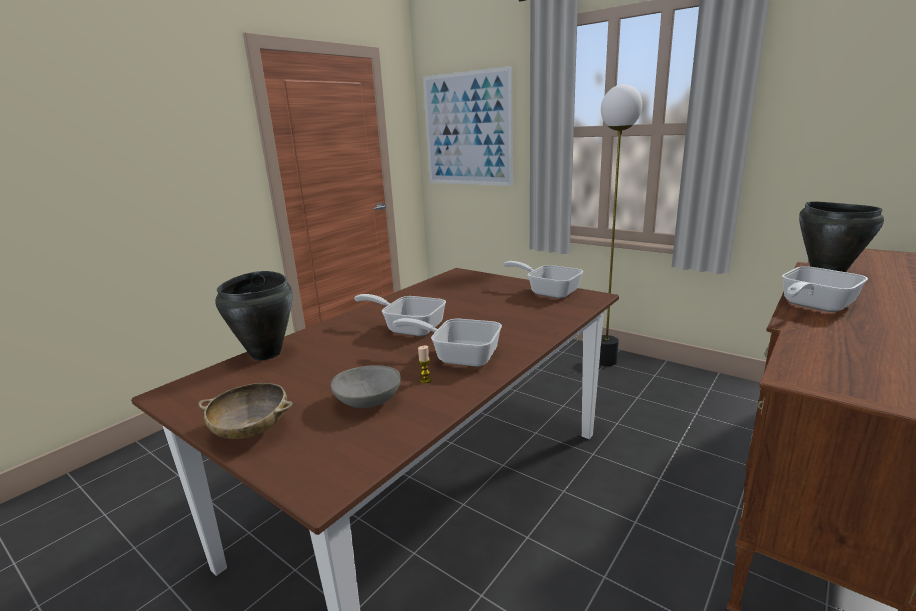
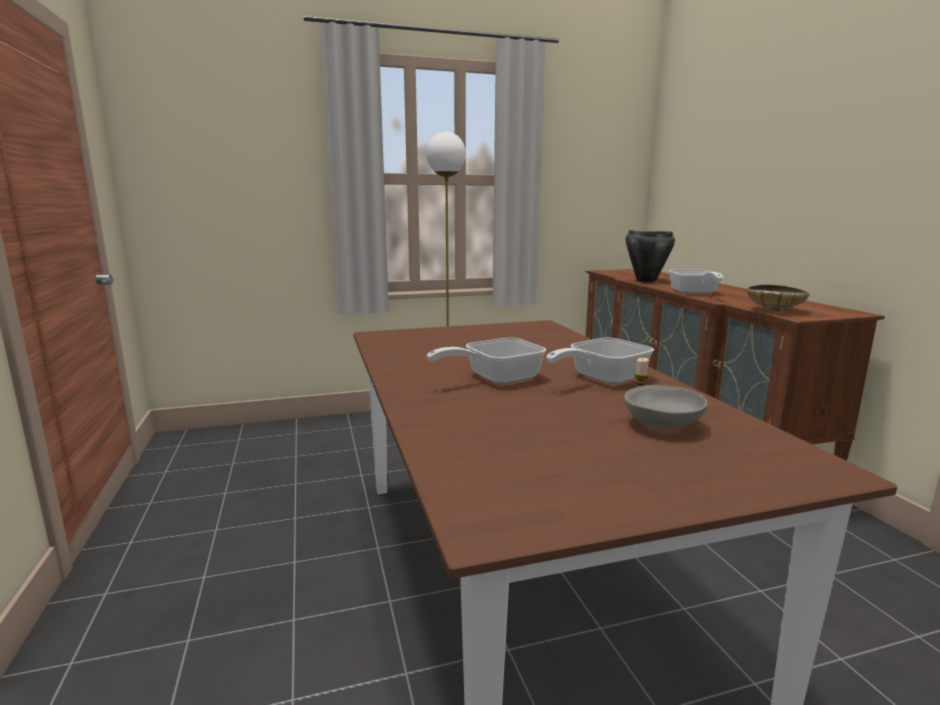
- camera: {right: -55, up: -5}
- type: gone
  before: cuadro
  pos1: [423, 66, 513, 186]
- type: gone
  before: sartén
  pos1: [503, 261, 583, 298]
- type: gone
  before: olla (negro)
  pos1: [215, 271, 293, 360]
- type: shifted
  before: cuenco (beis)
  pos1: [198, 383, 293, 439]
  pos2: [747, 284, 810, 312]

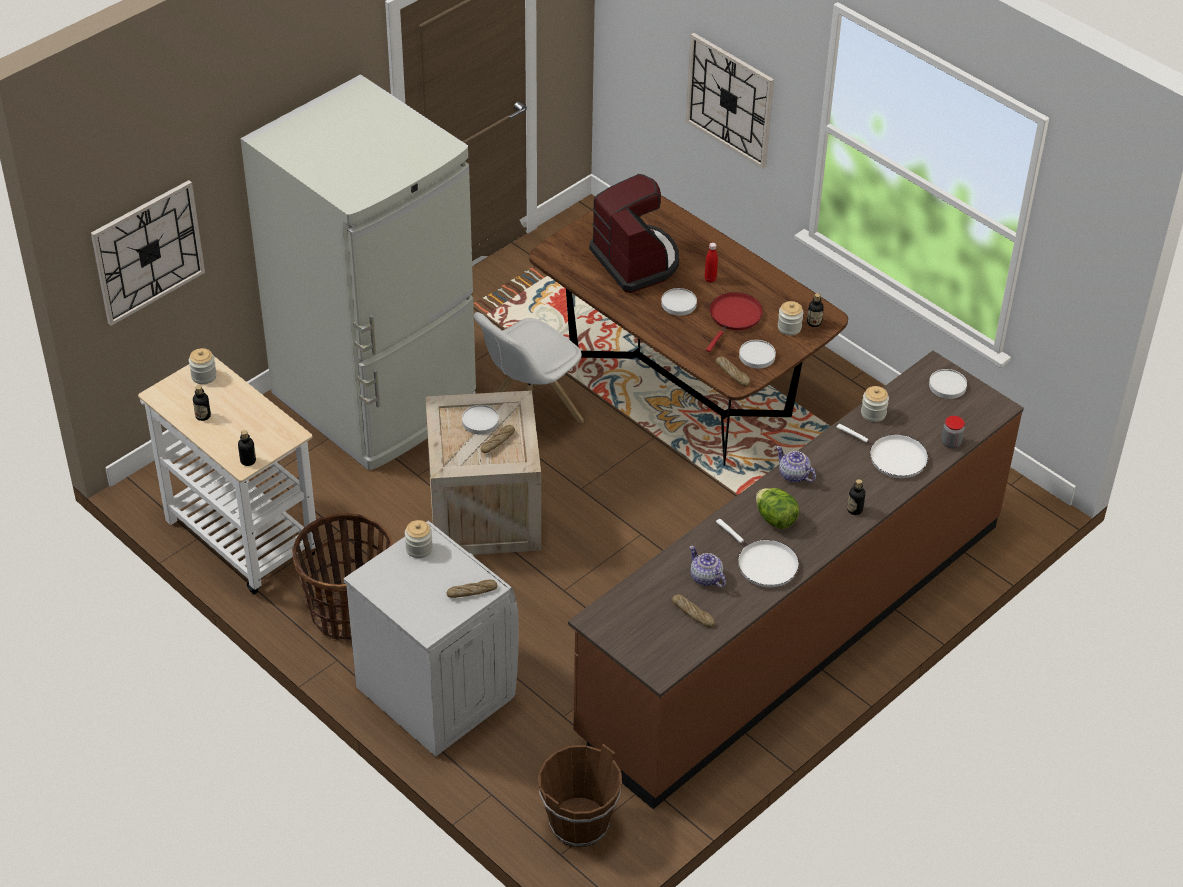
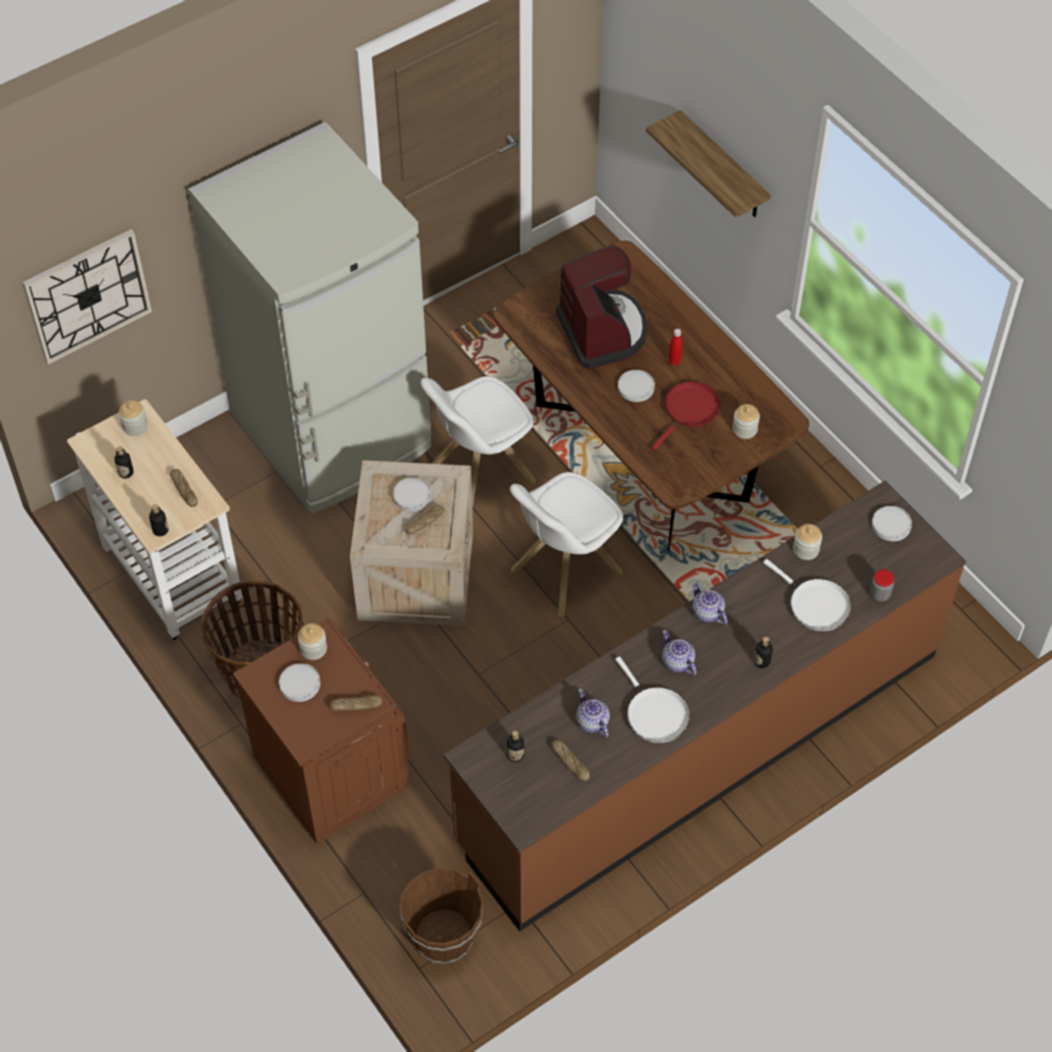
- camera: {right: 10, up: 10}
- type: swapped
  before: reloj de pared
  after: estante
  pos1: [686, 33, 774, 169]
  pos2: [646, 110, 771, 218]
- type: shifted
  before: botella
  pos1: [807, 293, 824, 327]
  pos2: [507, 731, 524, 762]
- type: shifted
  before: plato (blanco)
  pos1: [739, 340, 776, 369]
  pos2: [279, 663, 320, 702]
- type: shifted
  before: pan
  pos1: [716, 356, 750, 386]
  pos2: [170, 469, 198, 507]
- type: swapped
  before: lechuga
  after: tetera
  pos1: [756, 488, 799, 529]
  pos2: [662, 630, 697, 676]
- type: repainted
  before: lavadora (blanco)
  after: lavadora (marrón)
  pos1: [344, 521, 518, 757]
  pos2: [233, 618, 408, 844]
- type: new
  after: silla (blanco)
  pos2: [510, 472, 623, 617]

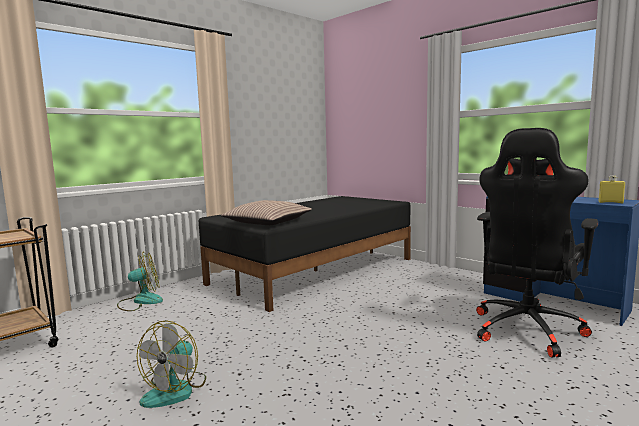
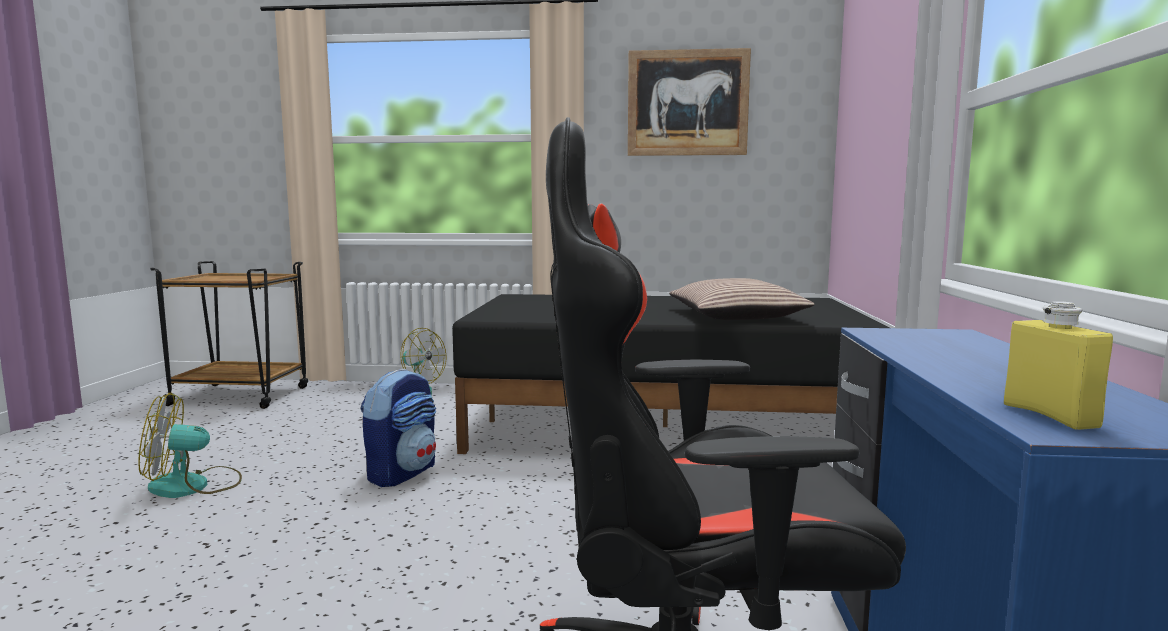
- camera: {right: 50, up: 0}
- type: shifted
  before: cojín
  pos1: [221, 200, 312, 225]
  pos2: [669, 278, 814, 320]
- type: new
  after: cuadro
  pos2: [628, 48, 751, 156]
- type: new
  after: mochila
  pos2: [361, 369, 436, 487]

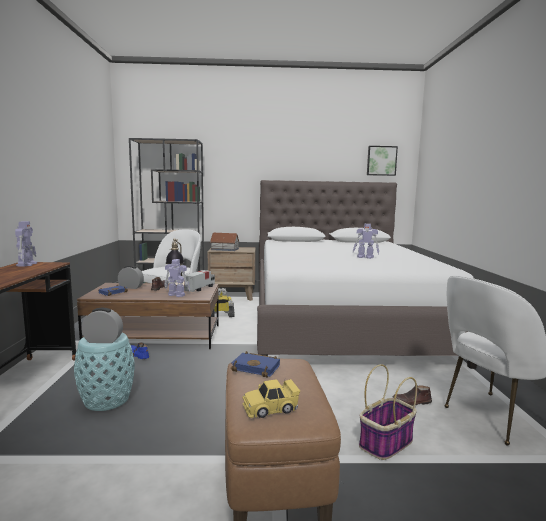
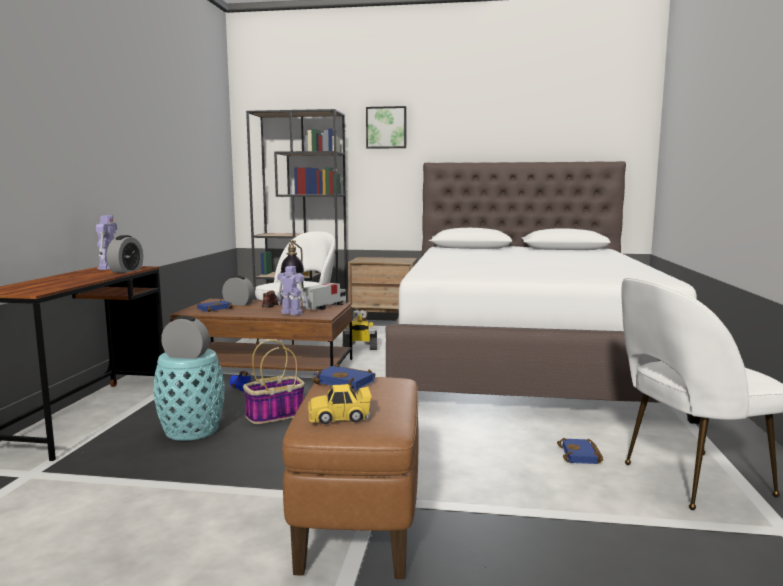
- camera: {right: 10, up: 0}
- type: shifted
  before: cuadro
  pos1: [367, 146, 398, 176]
  pos2: [366, 106, 407, 149]
- type: gone
  before: robot de juguete
  pos1: [352, 224, 379, 259]
- type: gone
  before: casita
  pos1: [210, 233, 239, 251]
- type: shifted
  before: cesta
  pos1: [359, 364, 417, 460]
  pos2: [243, 340, 305, 424]
- type: swapped
  before: zapato (marrón)
  after: libro (azul)
  pos1: [392, 385, 432, 406]
  pos2: [557, 438, 603, 464]
- type: new
  after: despertador
  pos2: [107, 235, 143, 273]

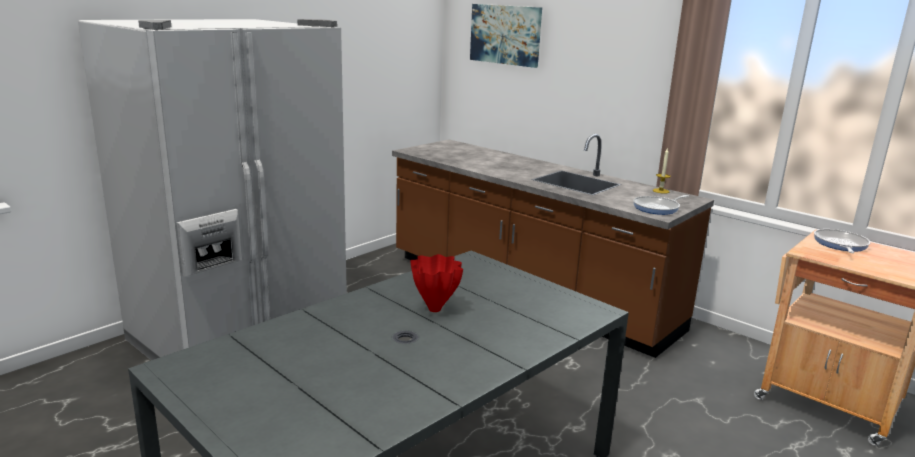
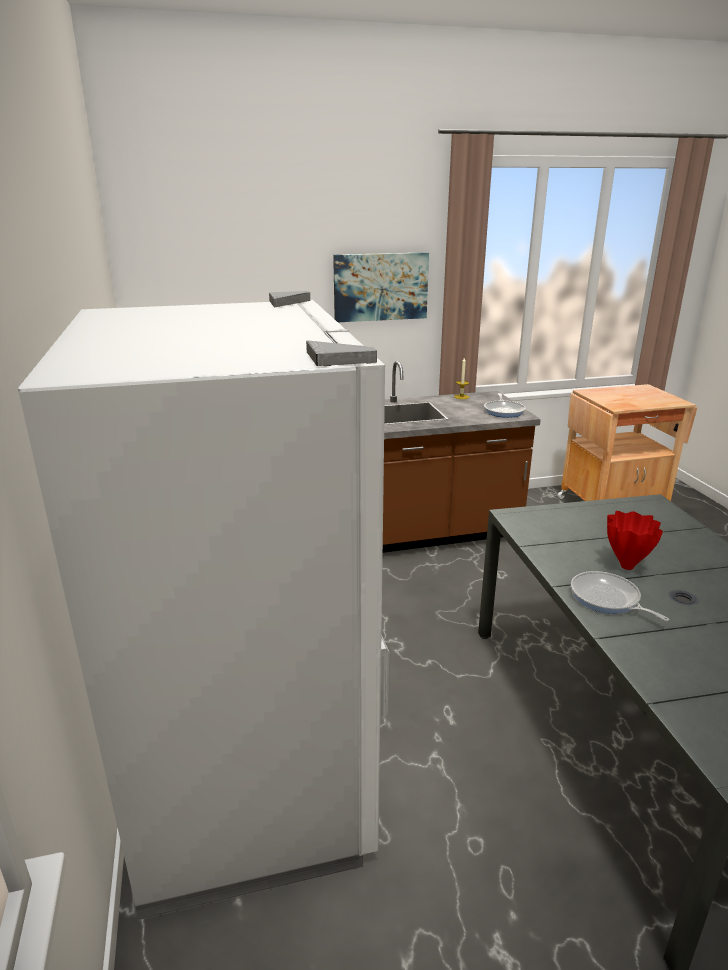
- camera: {right: -55, up: 5}
- type: shifted
  before: cuadro
  pos1: [470, 4, 542, 68]
  pos2: [333, 252, 429, 322]
- type: shifted
  before: sartén
  pos1: [814, 229, 870, 253]
  pos2: [571, 571, 669, 621]

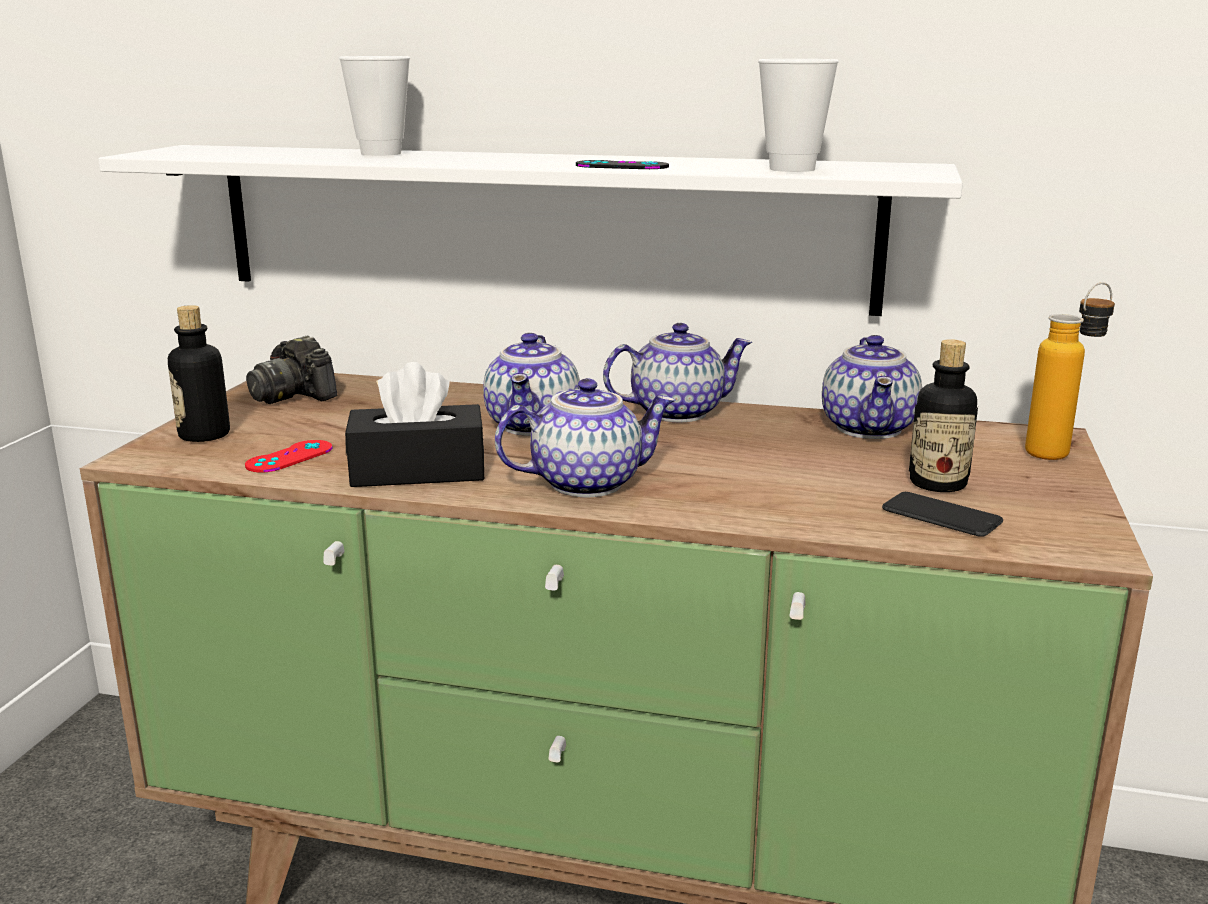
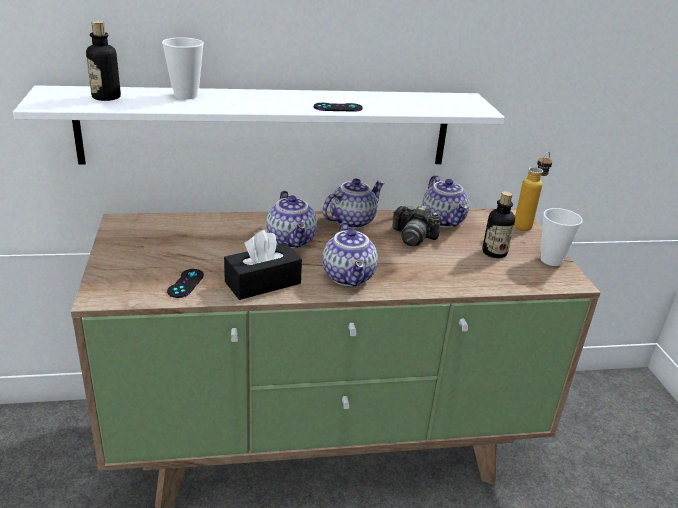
- camera: {right: -25, up: 10}
- type: shifted
  before: taza
  pos1: [758, 59, 839, 172]
  pos2: [540, 208, 583, 266]
- type: shifted
  before: botella
  pos1: [168, 305, 230, 442]
  pos2: [86, 21, 121, 101]
- type: shifted
  before: cámara
  pos1: [246, 335, 337, 404]
  pos2: [393, 205, 441, 246]
- type: rotated
  before: tetera
  pos1: [495, 378, 676, 497]
  pos2: [323, 222, 378, 286]
  turn: 120
- type: repainted
  before: mando de consola (rojo)
  after: mando de consola (negro)
  pos1: [245, 440, 333, 472]
  pos2: [167, 269, 204, 298]
- type: gone
  before: móvil
  pos1: [882, 492, 1003, 537]

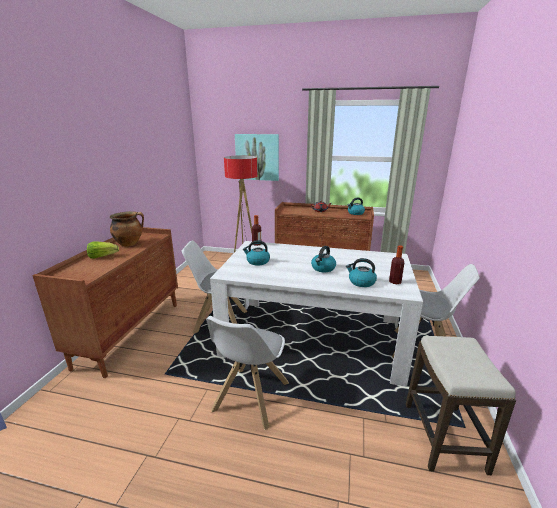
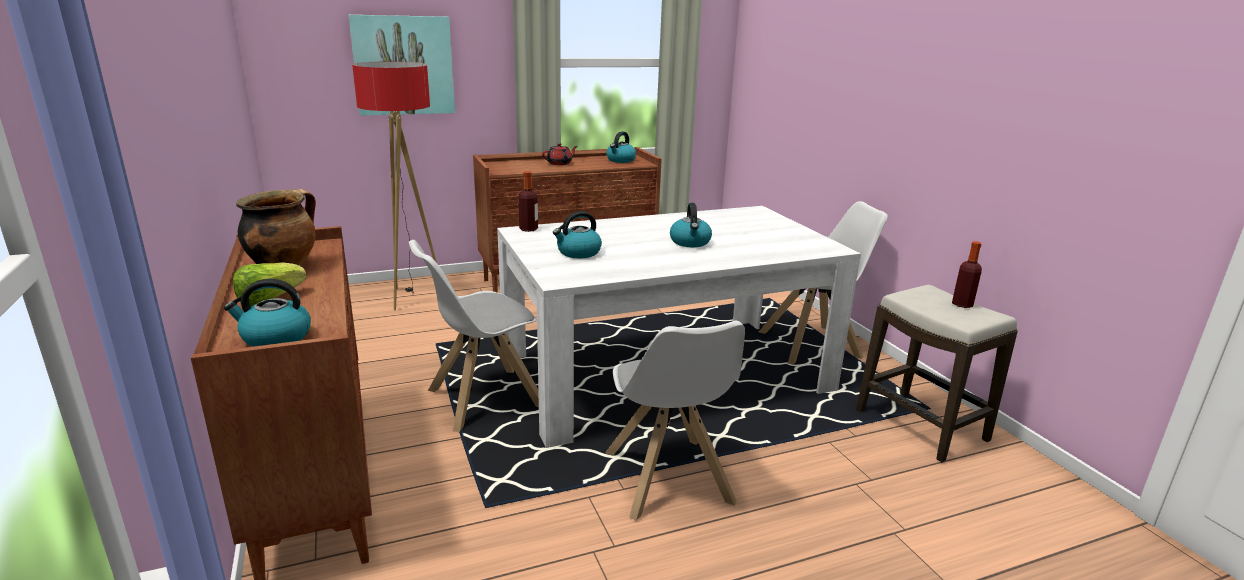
- camera: {right: -35, up: 0}
- type: shifted
  before: botella
  pos1: [389, 245, 404, 284]
  pos2: [952, 241, 982, 308]
- type: shifted
  before: hervidor
  pos1: [346, 258, 377, 287]
  pos2: [224, 279, 311, 347]

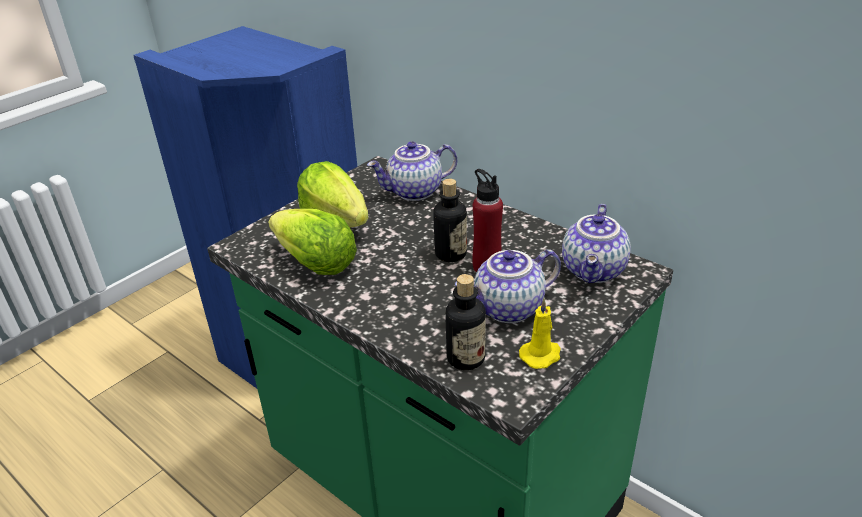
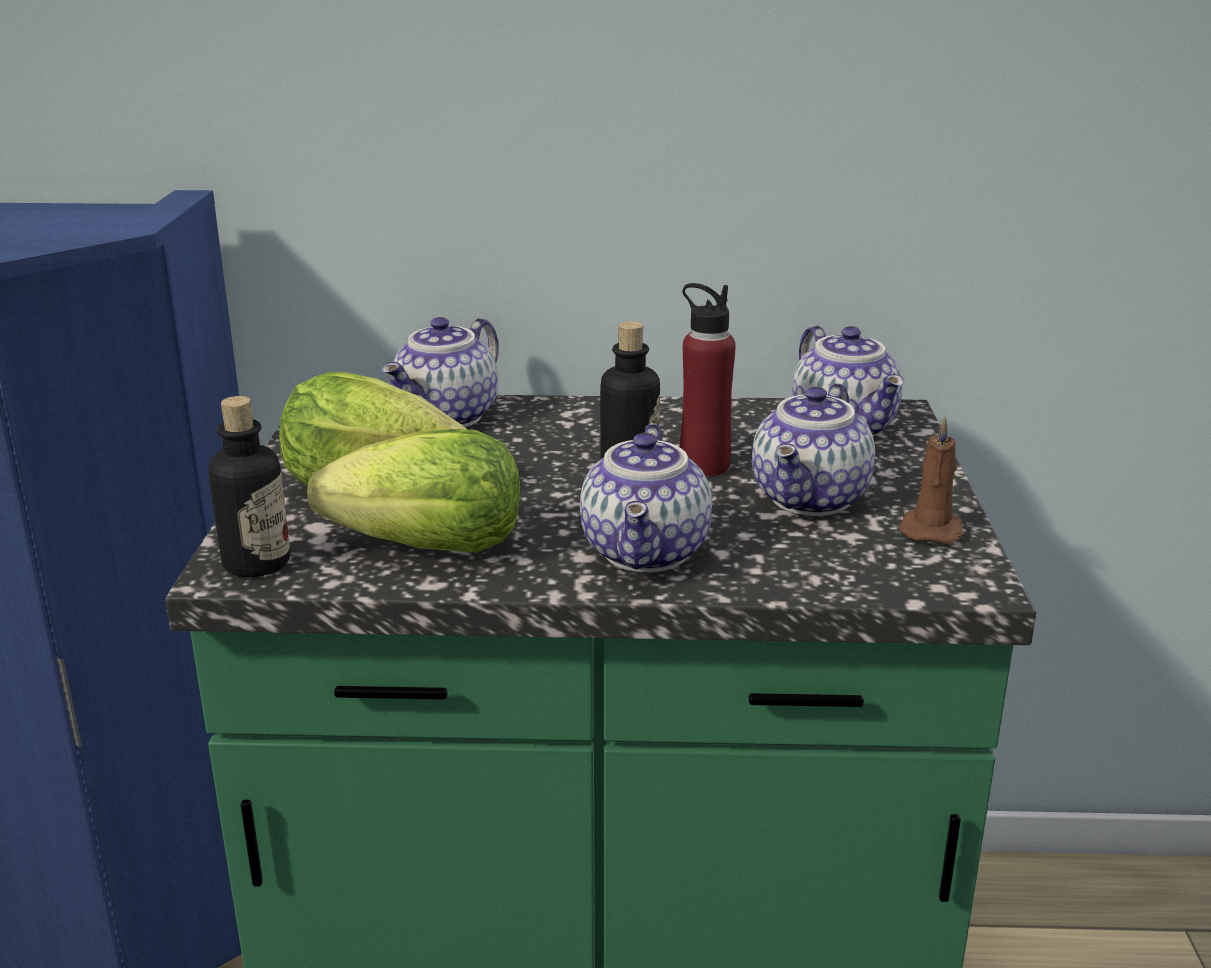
- camera: {right: -40, up: -10}
- type: shifted
  before: botella
  pos1: [445, 274, 486, 370]
  pos2: [208, 396, 290, 577]
- type: repainted
  before: vela (amarillo)
  after: vela (marrón)
  pos1: [519, 298, 561, 369]
  pos2: [899, 415, 964, 544]
- type: new
  after: tetera
  pos2: [580, 423, 712, 572]

